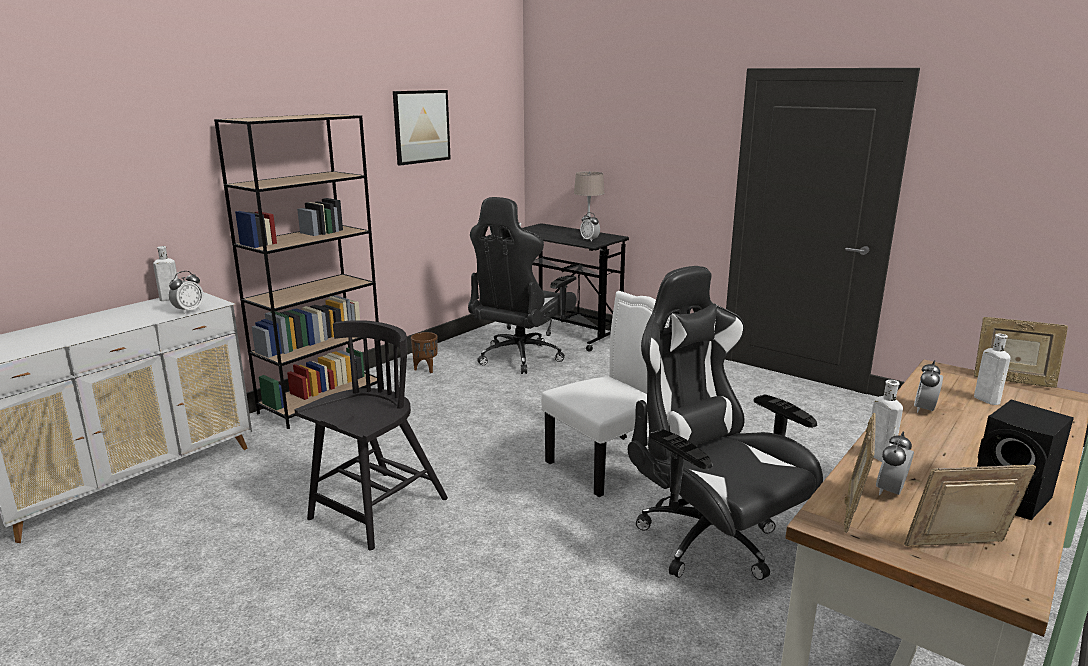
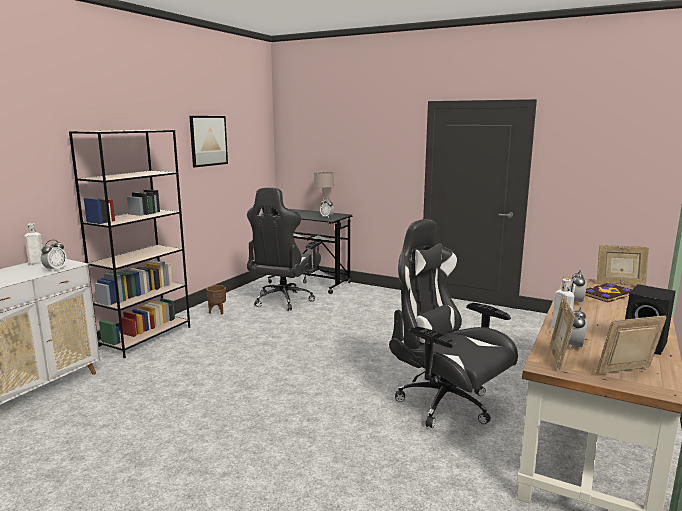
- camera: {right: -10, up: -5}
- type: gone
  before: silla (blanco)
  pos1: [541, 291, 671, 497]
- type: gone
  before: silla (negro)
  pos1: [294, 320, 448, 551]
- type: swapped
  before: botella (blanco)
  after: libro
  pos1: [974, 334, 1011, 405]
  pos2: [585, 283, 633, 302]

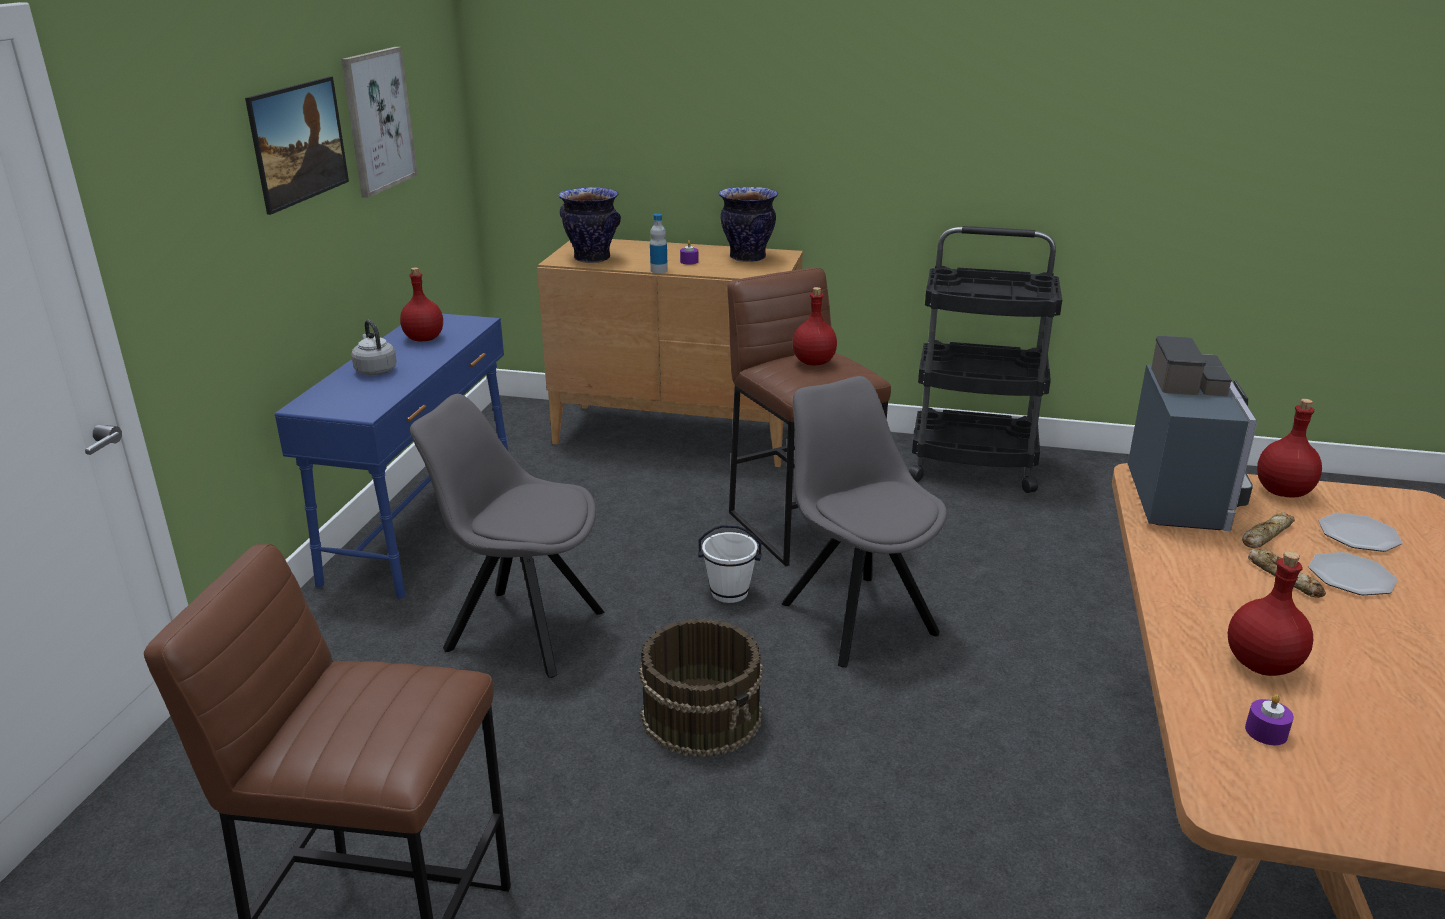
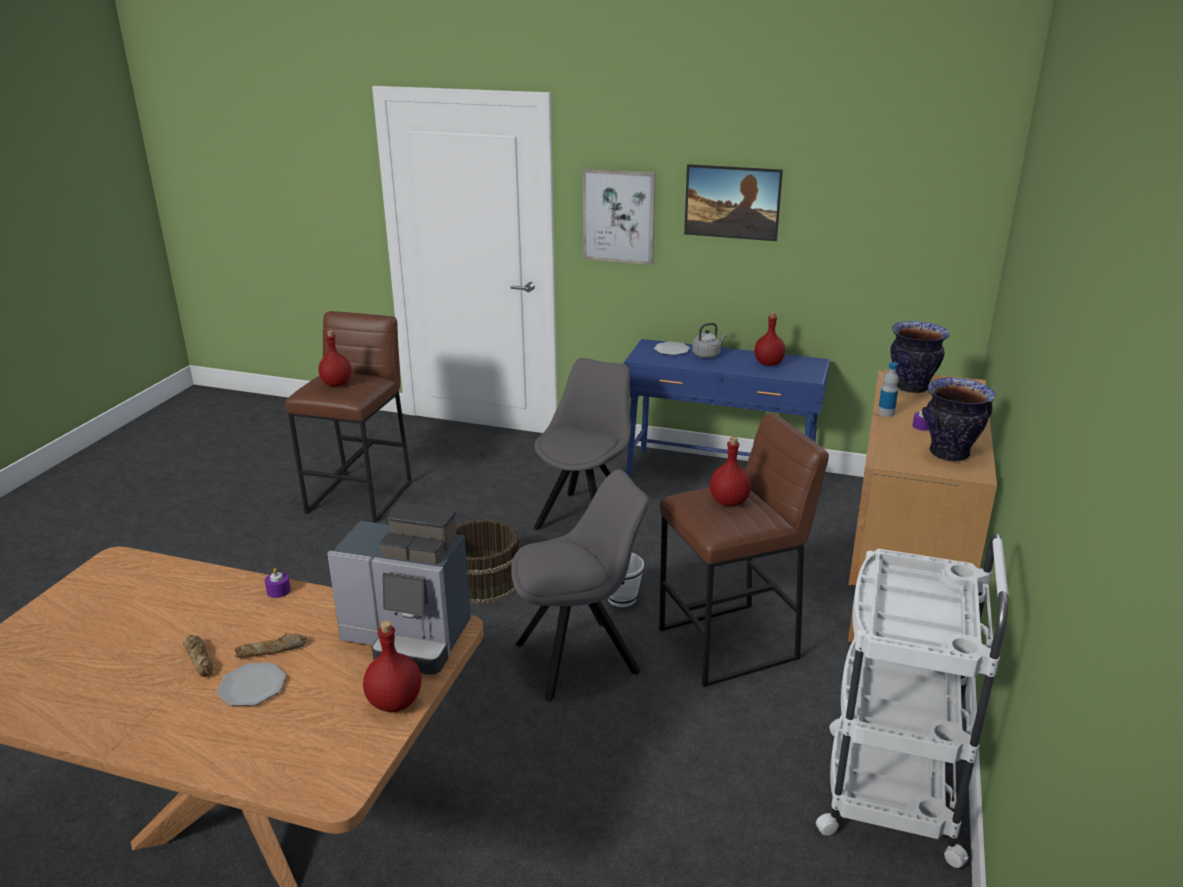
- camera: {right: 95, up: 0}
- type: shifted
  before: cuadro
  pos1: [341, 47, 418, 198]
  pos2: [583, 168, 656, 265]
- type: repainted
  before: carrito (negro)
  after: carrito (blanco)
  pos1: [909, 226, 1062, 493]
  pos2: [816, 534, 1009, 868]
- type: shifted
  before: pan
  pos1: [1242, 513, 1295, 548]
  pos2: [183, 635, 213, 677]
- type: shifted
  before: plato
  pos1: [1319, 513, 1402, 552]
  pos2: [654, 342, 690, 355]
- type: shifted
  before: botella (rojo)
  pos1: [1228, 551, 1313, 676]
  pos2: [318, 330, 351, 386]
- type: shifted
  before: vela (morado)
  pos1: [1245, 694, 1294, 745]
  pos2: [265, 568, 291, 598]

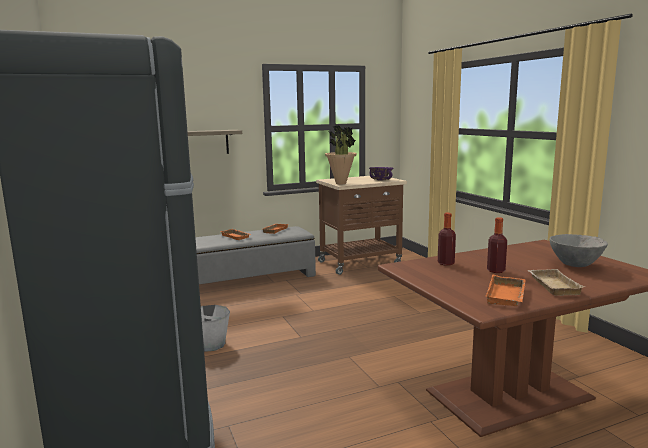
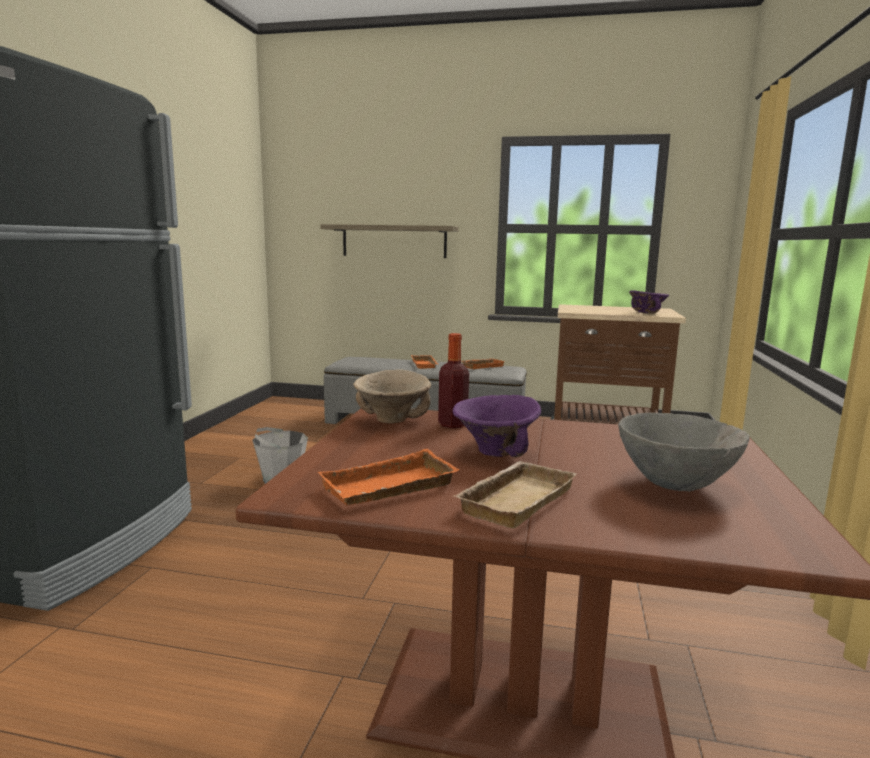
- camera: {right: 35, up: 0}
- type: gone
  before: planta en maceta
  pos1: [325, 124, 357, 184]
- type: swapped
  before: botella
  after: cuenco (morado)
  pos1: [487, 217, 507, 273]
  pos2: [453, 395, 541, 457]
- type: new
  after: cuenco (beis)
  pos2: [353, 369, 431, 423]

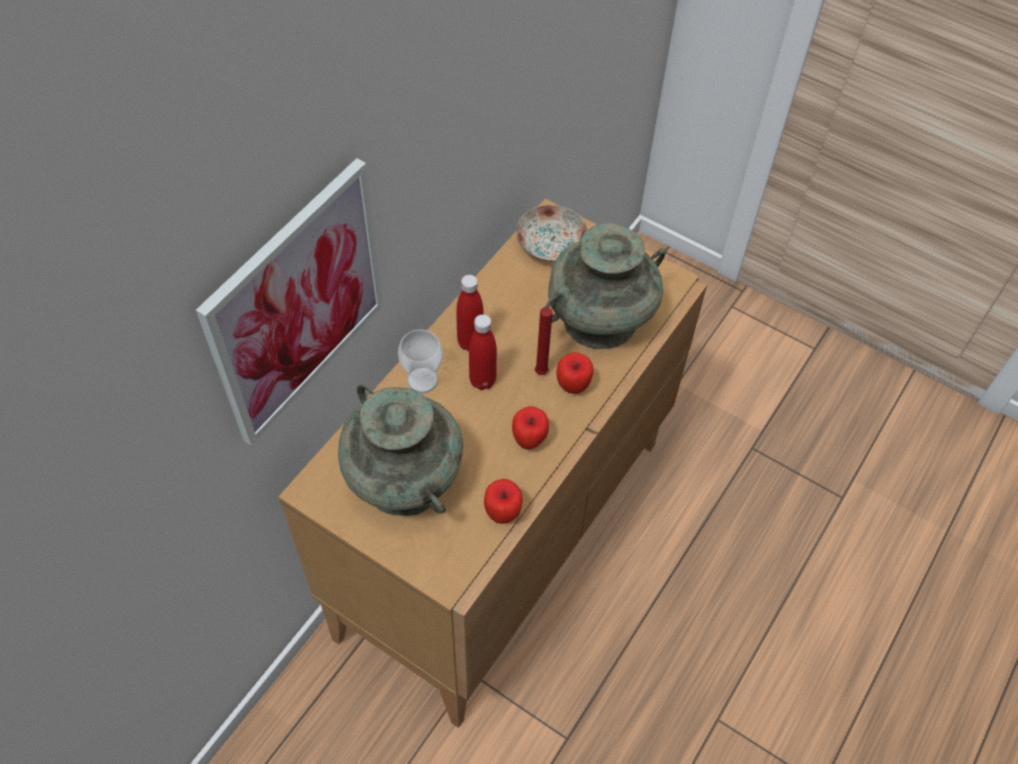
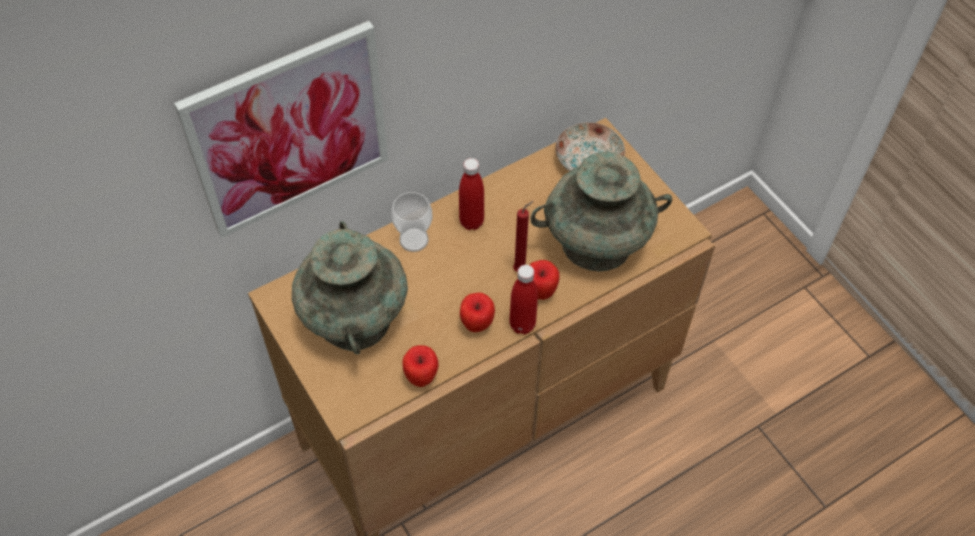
- camera: {right: 25, up: 0}
- type: shifted
  before: botella (rojo)
  pos1: [469, 314, 497, 390]
  pos2: [509, 265, 538, 334]

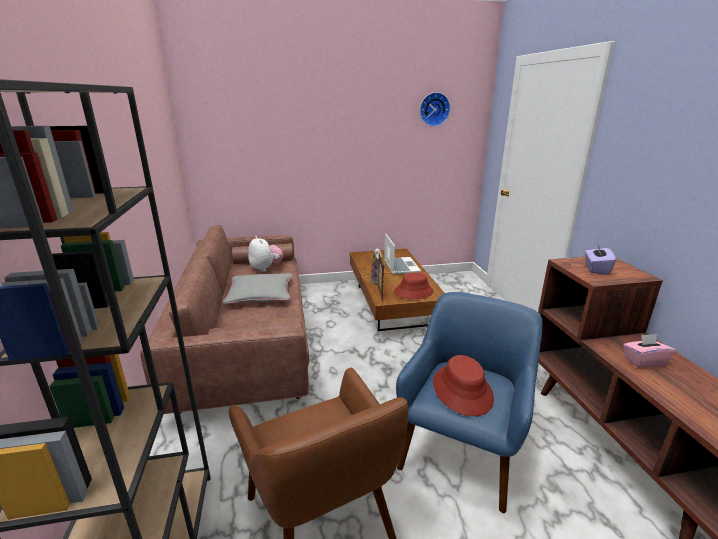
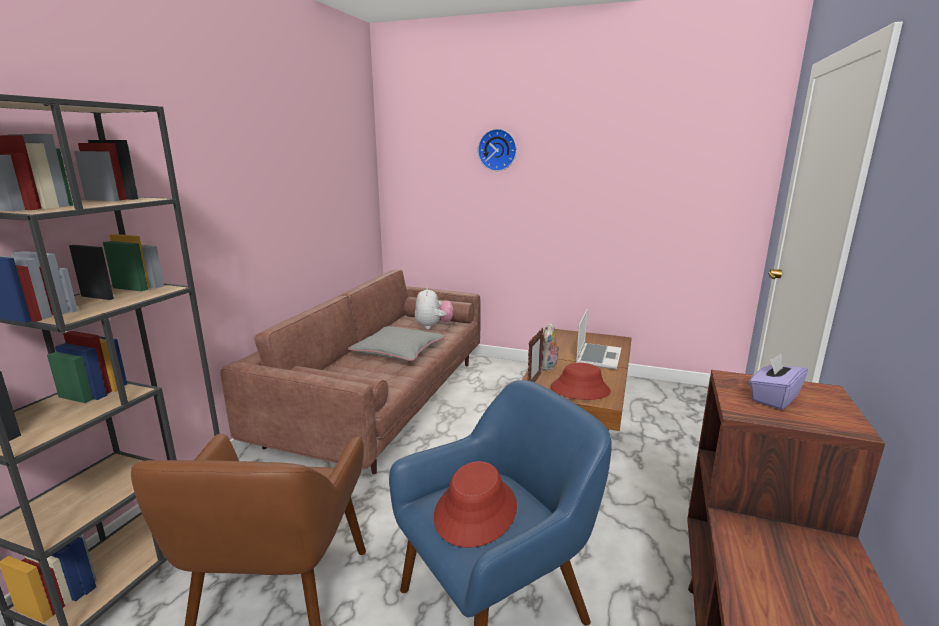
- camera: {right: 30, up: -5}
- type: shifted
  before: reloj de pared
  pos1: [420, 92, 450, 127]
  pos2: [478, 129, 517, 171]
- type: gone
  before: caja de pañuelos (rosa)
  pos1: [623, 334, 675, 368]

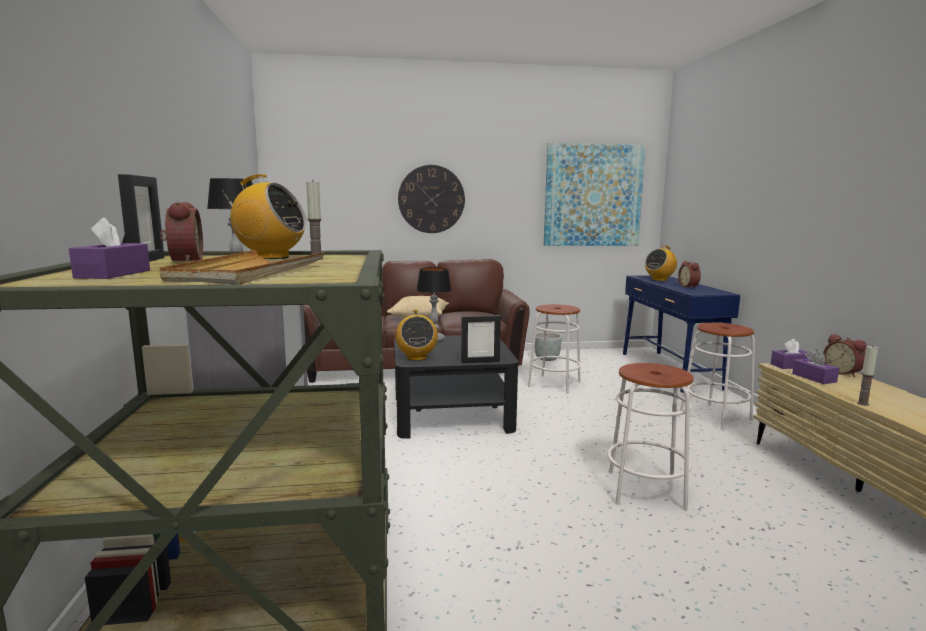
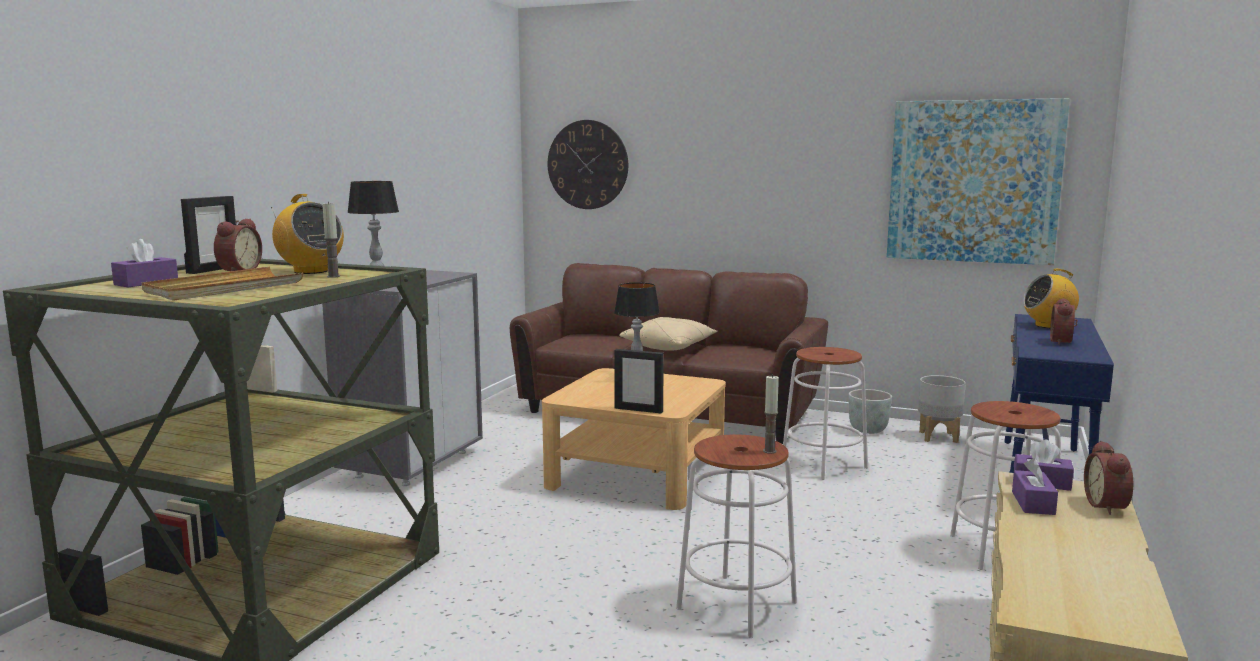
- camera: {right: 30, up: 0}
- type: shifted
  before: reloj de pared
  pos1: [398, 165, 465, 233]
  pos2: [548, 120, 628, 209]
- type: gone
  before: radio
  pos1: [395, 309, 438, 361]
- type: repainted
  before: mesa de centro (negro)
  after: mesa de centro (beis)
  pos1: [394, 335, 519, 439]
  pos2: [542, 368, 726, 510]
- type: shifted
  before: vela
  pos1: [857, 345, 878, 406]
  pos2: [763, 375, 779, 454]
- type: new
  after: maceta (gris)
  pos2: [918, 375, 966, 443]

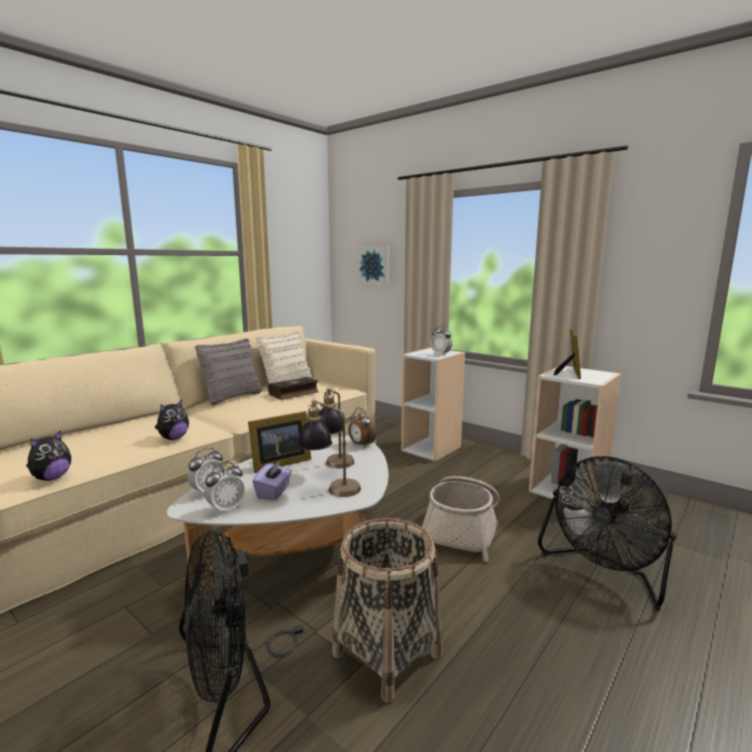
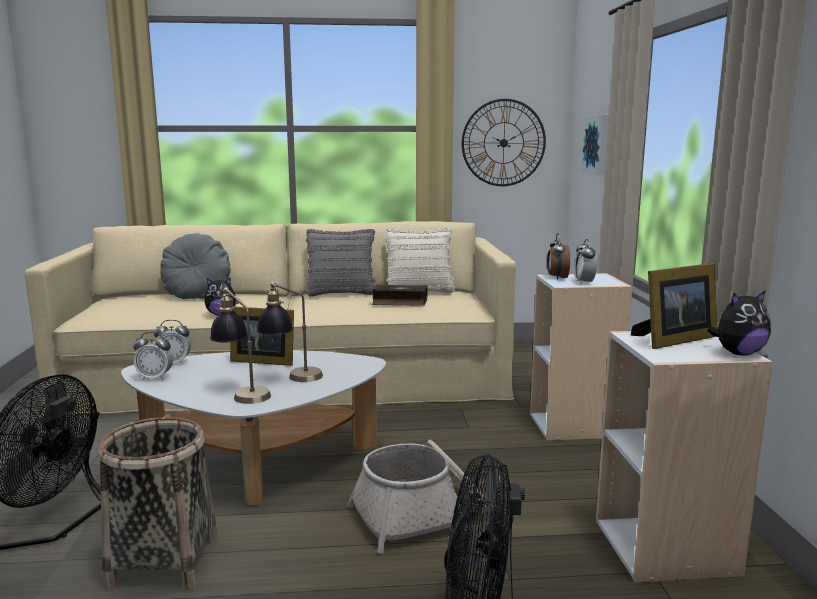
- camera: {right: 45, up: 0}
- type: shifted
  before: despertador
  pos1: [348, 408, 376, 447]
  pos2: [547, 233, 570, 280]
- type: shifted
  before: peluche
  pos1: [26, 430, 71, 481]
  pos2: [708, 290, 771, 355]
- type: gone
  before: caja de pañuelos (morado)
  pos1: [253, 461, 292, 500]
- type: new
  after: reloj de pared
  pos2: [462, 99, 546, 186]
- type: new
  after: cojín (gris)
  pos2: [160, 233, 231, 299]

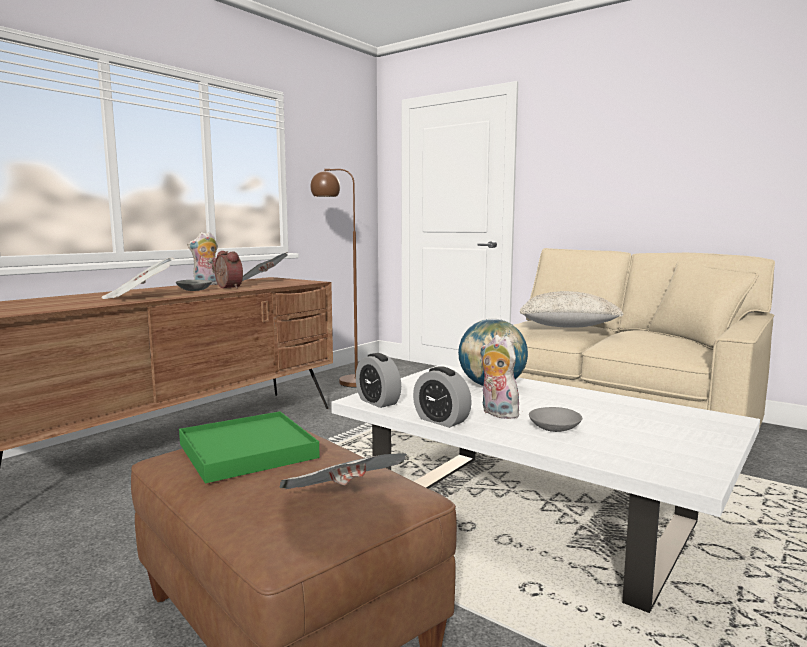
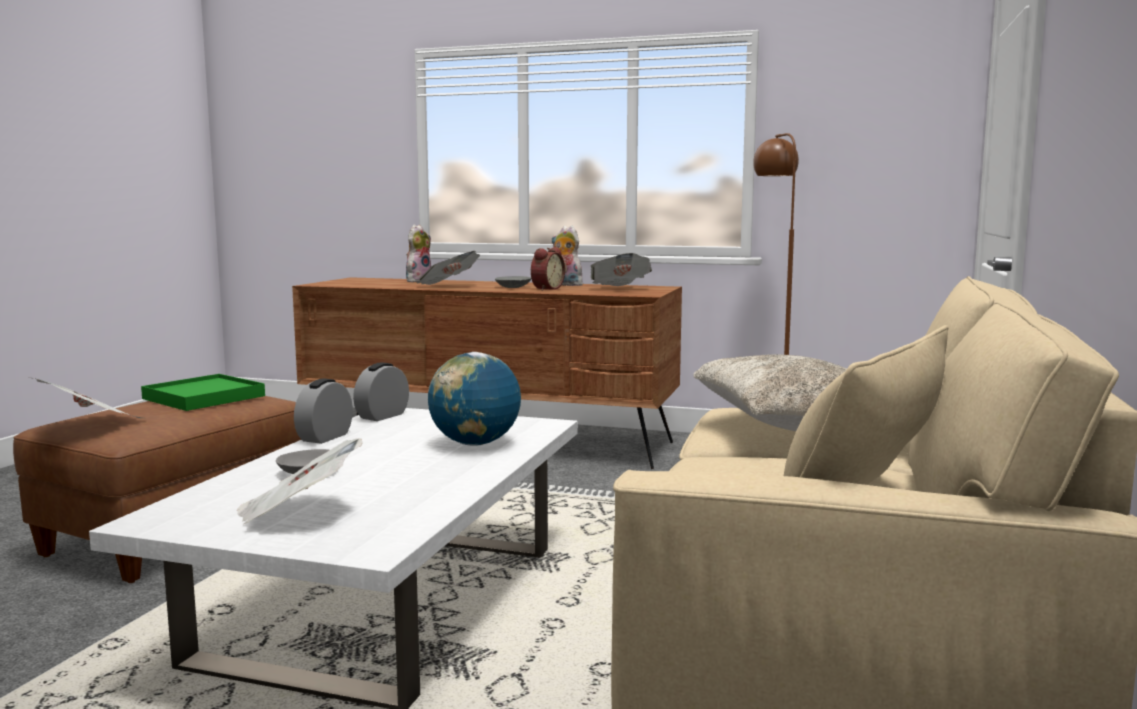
- camera: {right: 70, up: 0}
- type: shifted
  before: peluche
  pos1: [480, 335, 519, 419]
  pos2: [406, 225, 431, 282]
- type: new
  after: periódico
  pos2: [237, 438, 363, 524]

